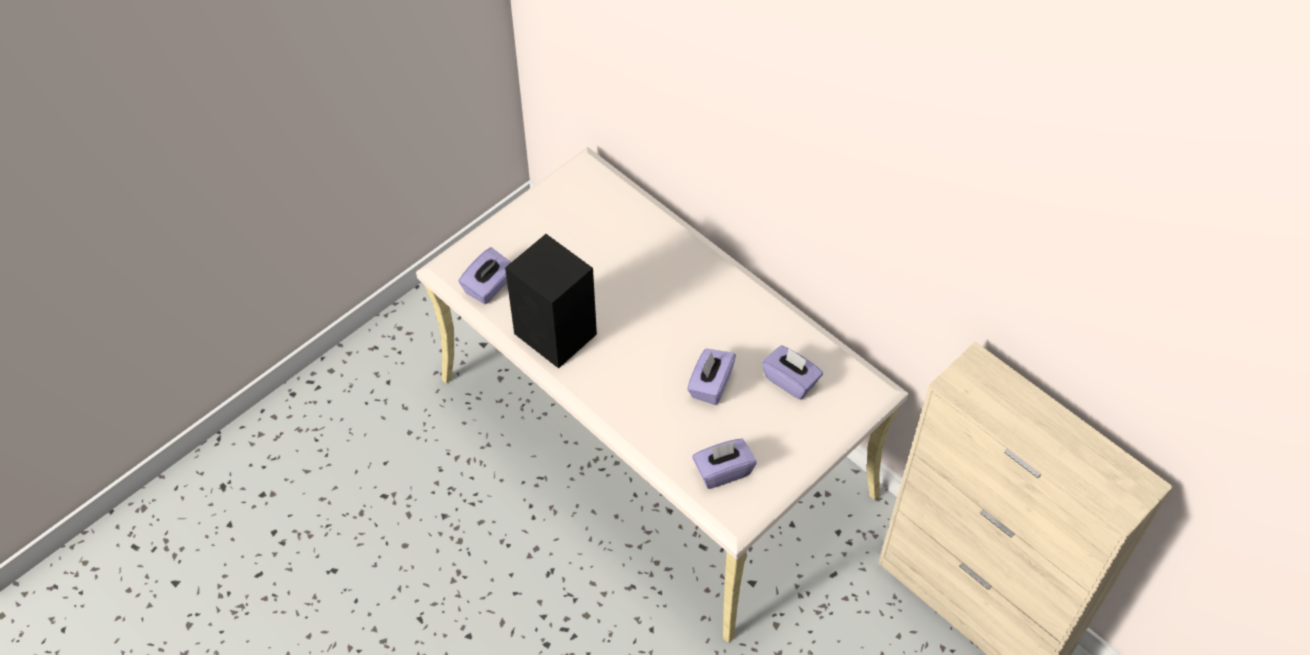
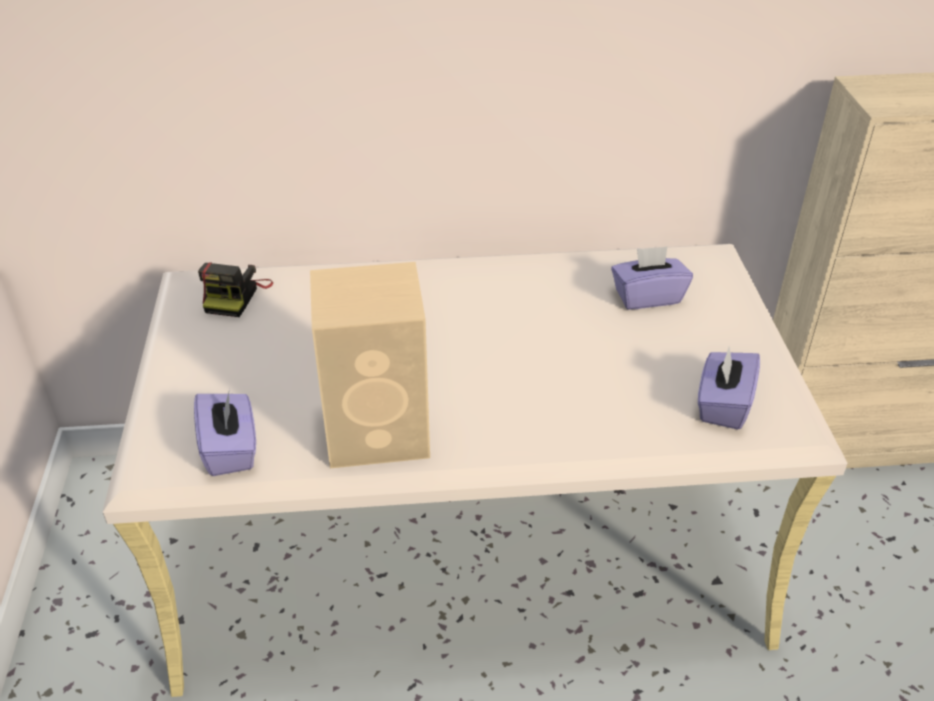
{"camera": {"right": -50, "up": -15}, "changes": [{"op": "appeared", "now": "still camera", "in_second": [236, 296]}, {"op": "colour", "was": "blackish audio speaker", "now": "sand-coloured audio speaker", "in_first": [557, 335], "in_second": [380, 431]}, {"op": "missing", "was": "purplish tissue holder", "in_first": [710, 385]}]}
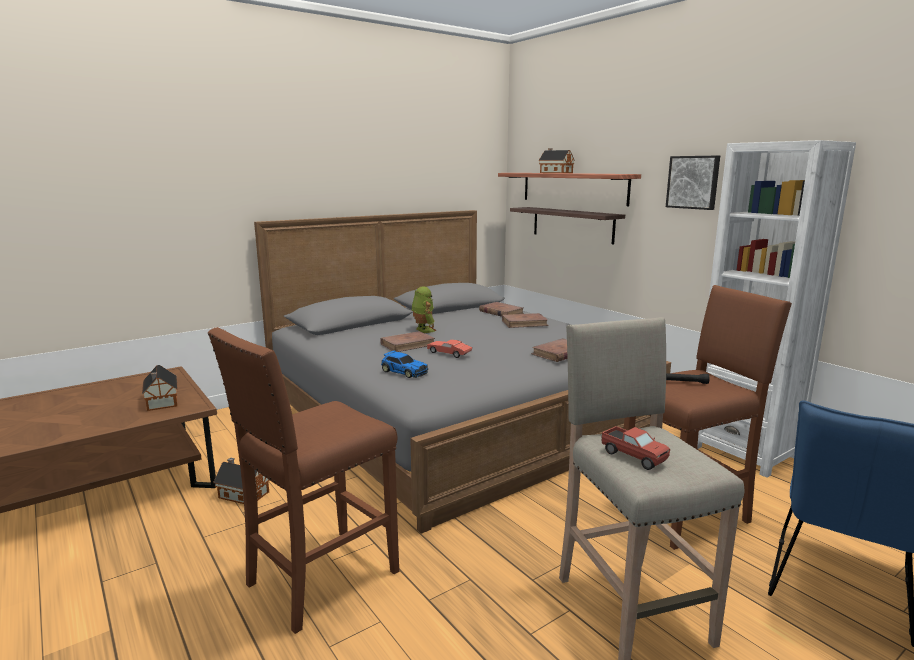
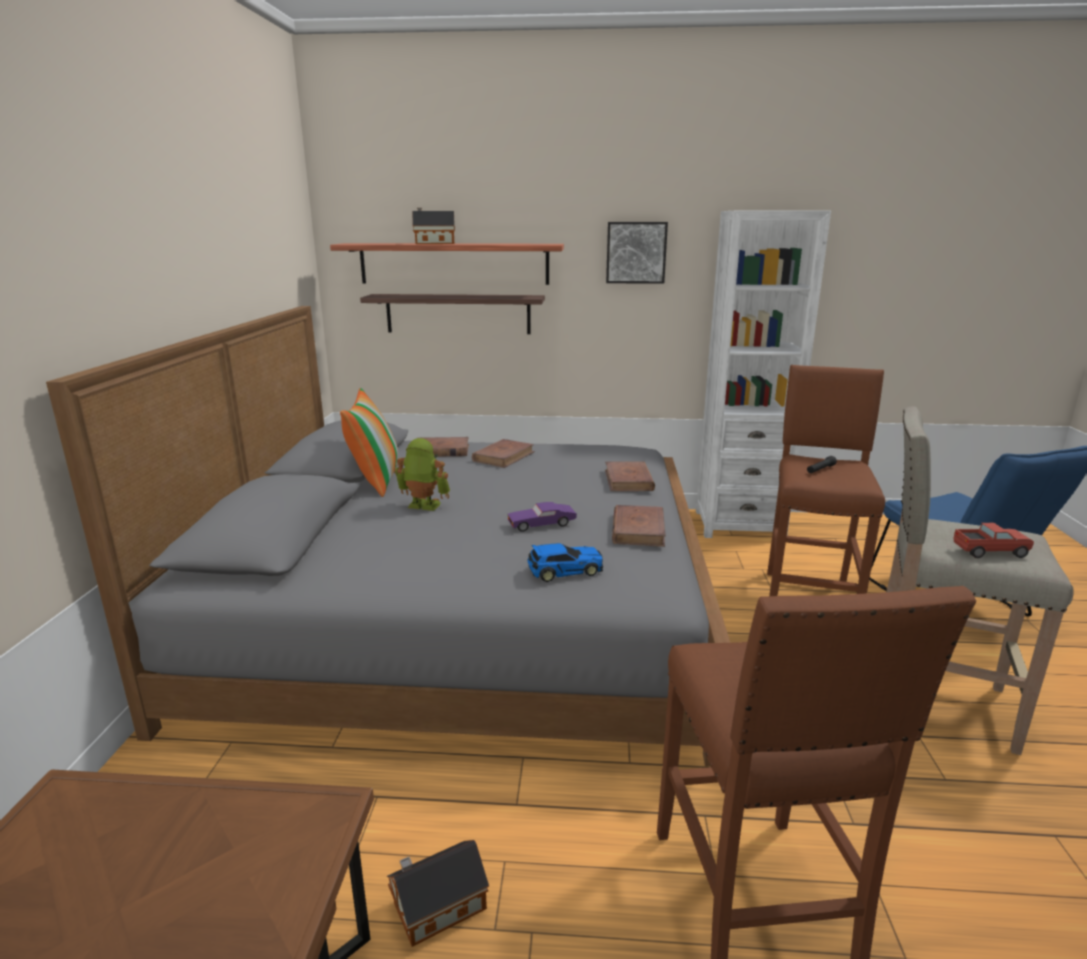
{"camera": {"right": -50, "up": 5}, "changes": [{"op": "appeared", "now": "pillow", "in_second": [375, 480]}, {"op": "colour", "was": "red-coloured miniature car", "now": "purplish miniature car", "in_first": [449, 353], "in_second": [542, 524]}, {"op": "relocated", "was": "brownish book", "in_first": [408, 344], "in_second": [638, 529]}, {"op": "missing", "was": "model house", "in_first": [161, 402]}]}
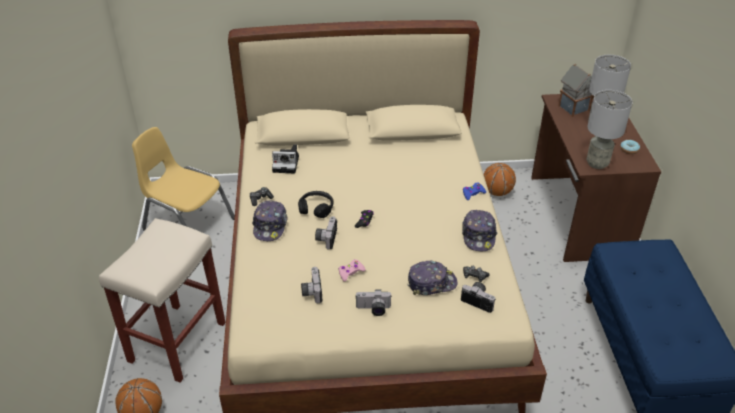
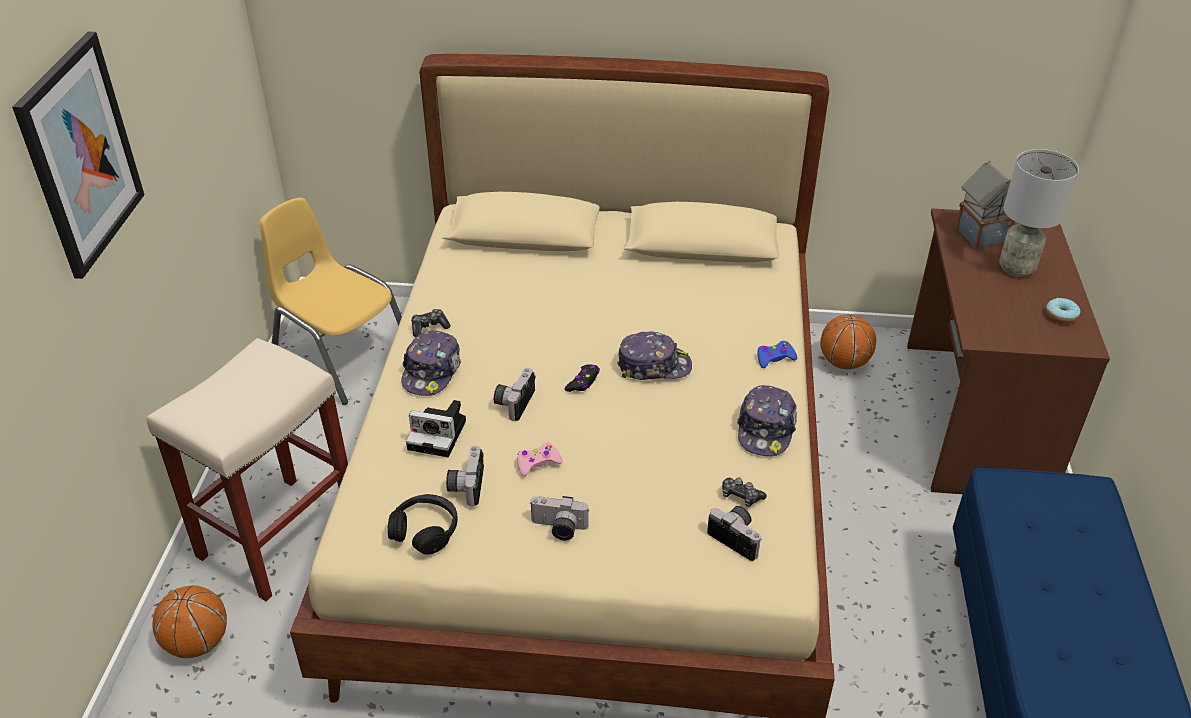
{"camera": {"right": 10, "up": 0}, "changes": [{"op": "appeared", "now": "wall picture", "in_second": [80, 155]}, {"op": "relocated", "was": "blackish pair of headphones", "in_first": [316, 208], "in_second": [425, 530]}, {"op": "relocated", "was": "still camera", "in_first": [287, 164], "in_second": [439, 435]}, {"op": "relocated", "was": "cap", "in_first": [431, 283], "in_second": [653, 365]}, {"op": "missing", "was": "grey lamp for a table", "in_first": [597, 163]}]}
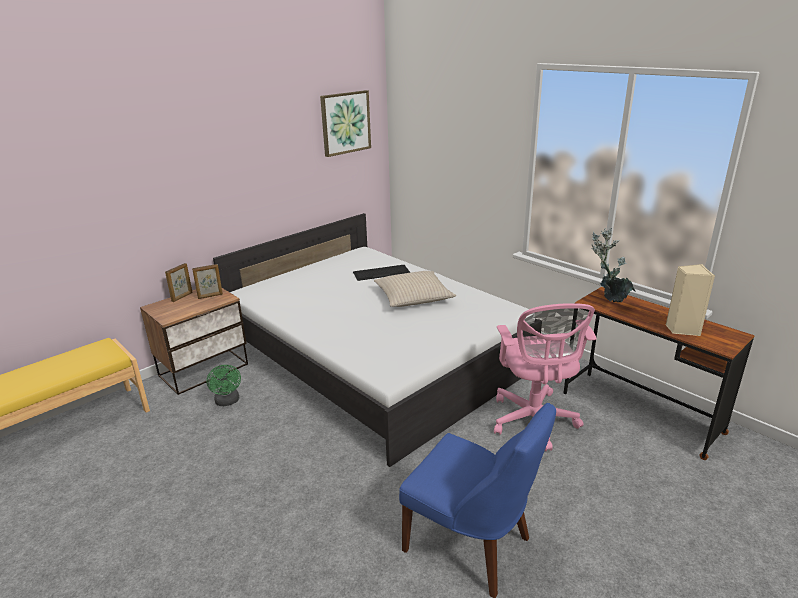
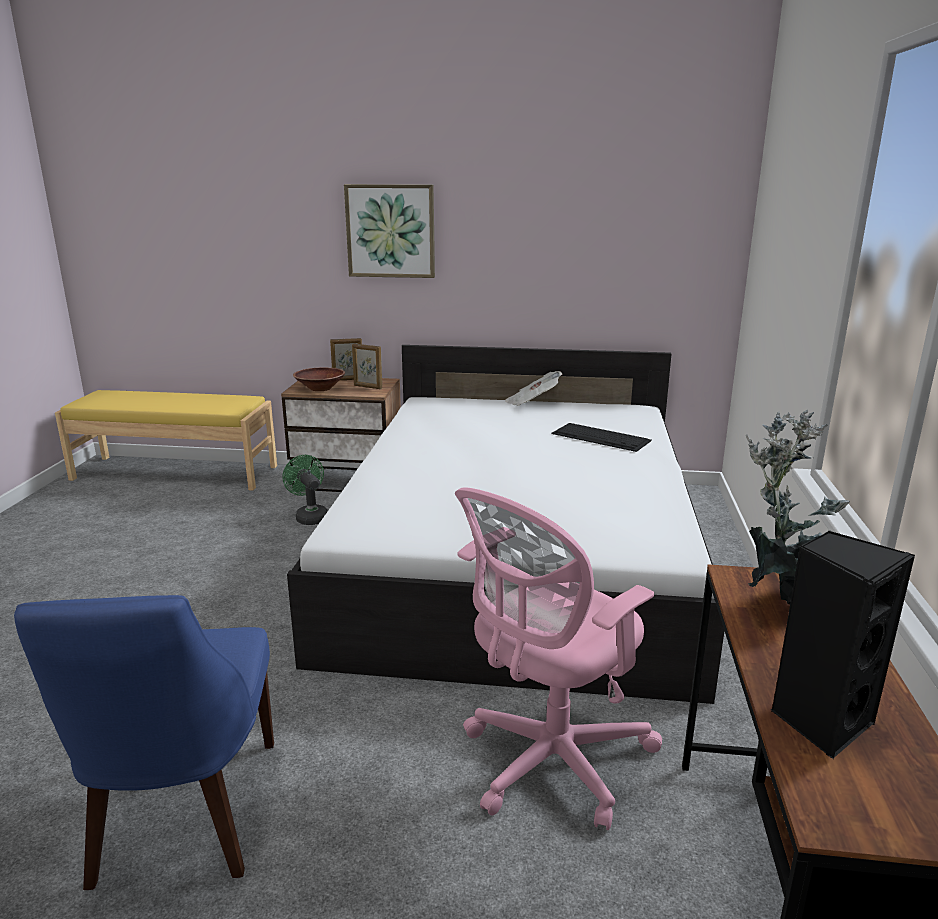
{"camera": {"right": 50, "up": -5}, "changes": [{"op": "spun", "was": "green cooling fan", "in_first": [228, 402], "in_second": [310, 516], "clockwise": 120}, {"op": "appeared", "now": "brownish bowl", "in_second": [320, 388]}, {"op": "relocated", "was": "wall picture", "in_first": [345, 123], "in_second": [390, 231]}, {"op": "appeared", "now": "newspaper", "in_second": [532, 403]}, {"op": "colour", "was": "sand-coloured audio speaker", "now": "blackish audio speaker", "in_first": [682, 329], "in_second": [819, 721]}, {"op": "missing", "was": "sand-coloured pillow", "in_first": [413, 297]}]}
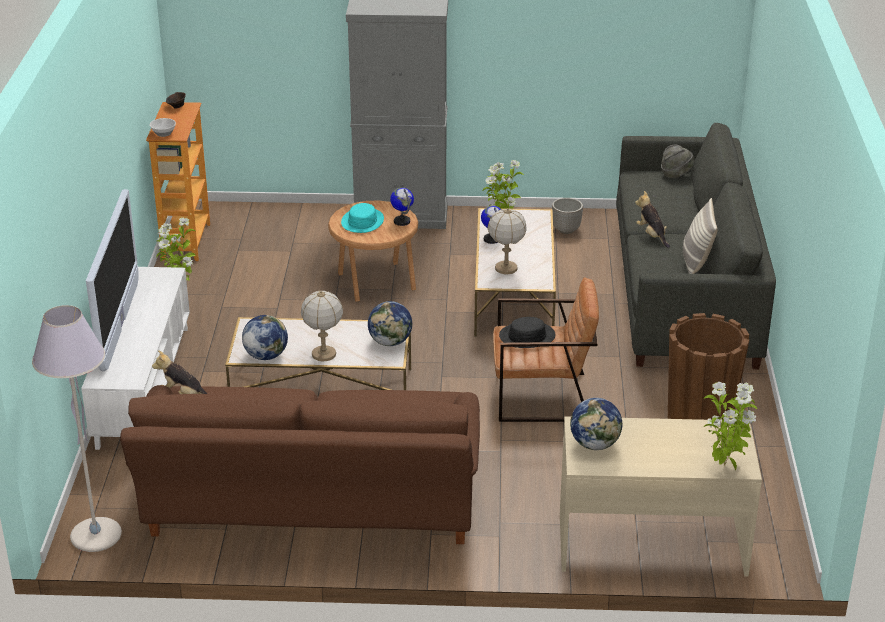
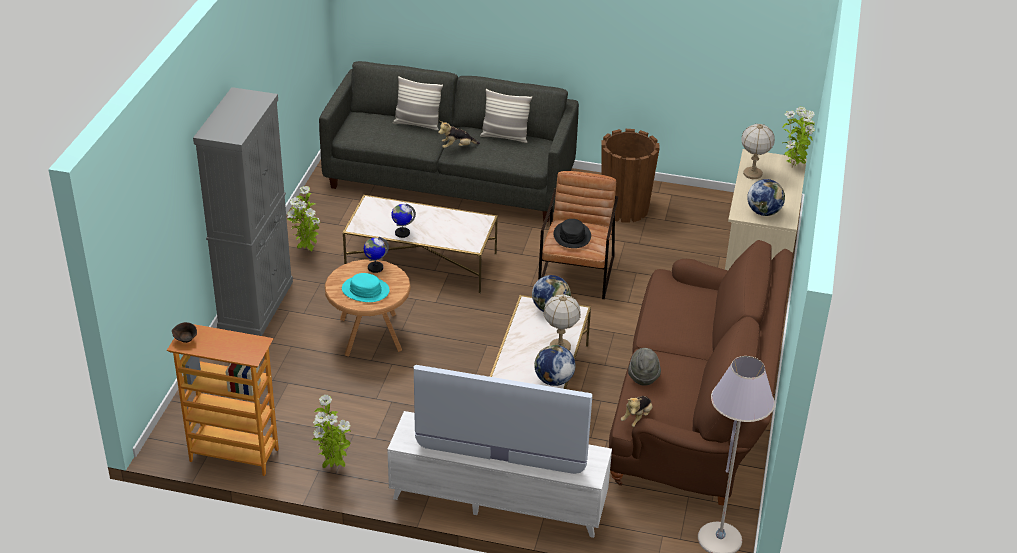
{"camera": {"right": -80, "up": 5}, "changes": [{"op": "appeared", "now": "pillow", "in_second": [417, 124]}, {"op": "relocated", "was": "grey clothing hat", "in_first": [676, 174], "in_second": [643, 376]}, {"op": "relocated", "was": "lamp for a table", "in_first": [506, 268], "in_second": [753, 174]}, {"op": "missing", "was": "bowl", "in_first": [163, 133]}, {"op": "missing", "was": "planter", "in_first": [566, 230]}]}
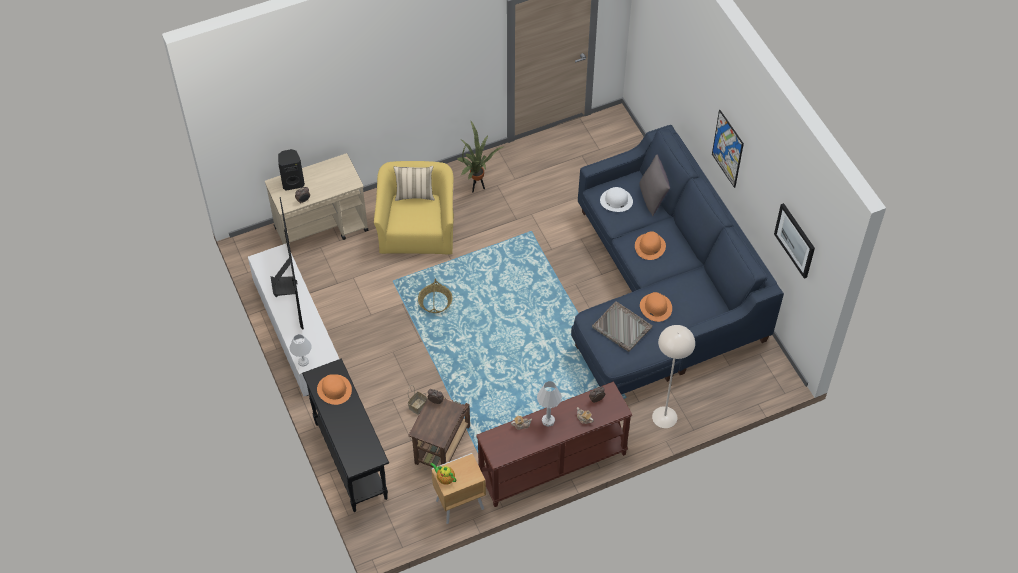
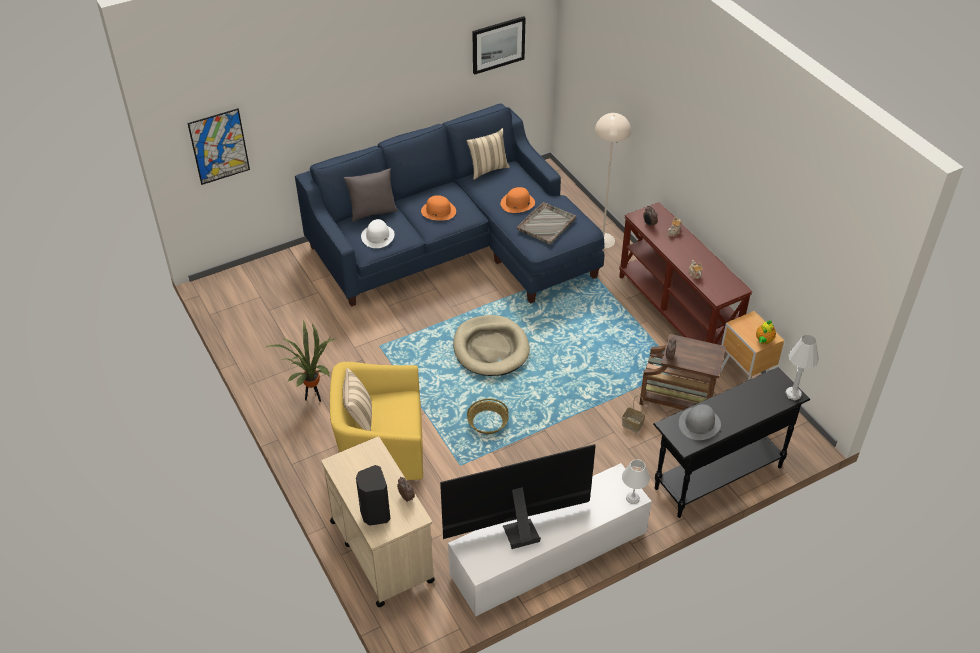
{"camera": {"right": -95, "up": -10}, "changes": [{"op": "relocated", "was": "wall picture", "in_first": [727, 148], "in_second": [219, 146]}, {"op": "appeared", "now": "sand-coloured dog cushion", "in_second": [491, 348]}, {"op": "appeared", "now": "sand-coloured pillow", "in_second": [487, 169]}, {"op": "colour", "was": "orange clothing hat", "now": "grey clothing hat", "in_first": [334, 389], "in_second": [699, 423]}, {"op": "relocated", "was": "whitish lamp for a table", "in_first": [548, 420], "in_second": [793, 394]}]}
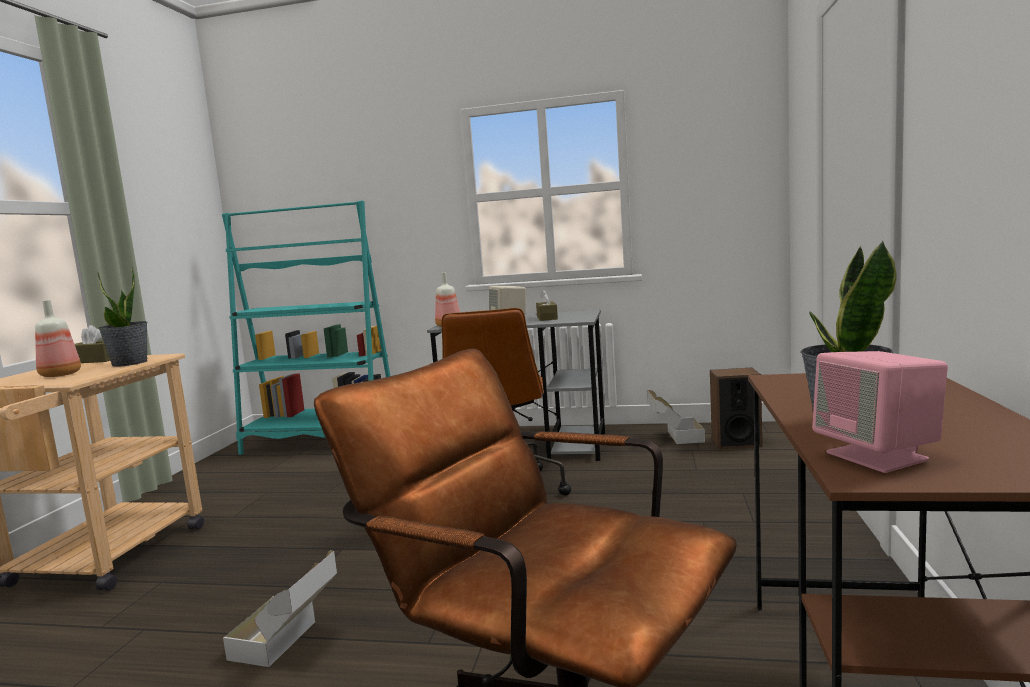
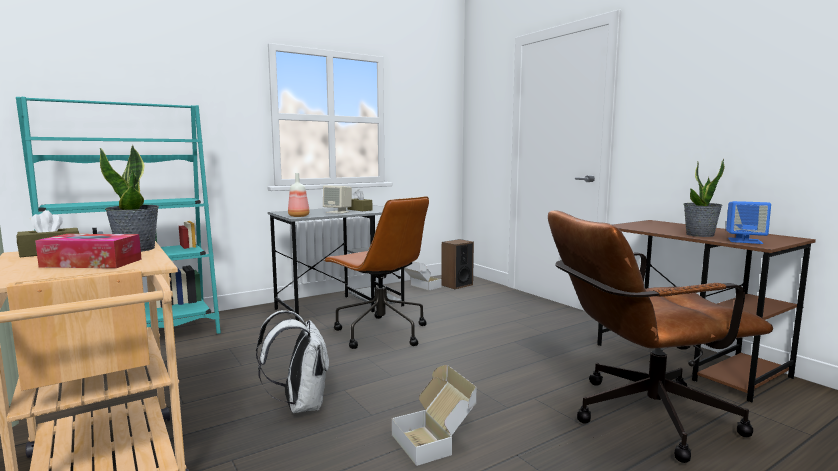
{"camera": {"right": -45, "up": 0}, "changes": [{"op": "exchanged", "was": "beverage bottle", "now": "tissue holder", "in_first": [59, 375], "in_second": [92, 263]}, {"op": "appeared", "now": "whitish rucksack", "in_second": [300, 405]}, {"op": "colour", "was": "pink audio speaker", "now": "blue-coloured audio speaker", "in_first": [878, 456], "in_second": [745, 241]}]}
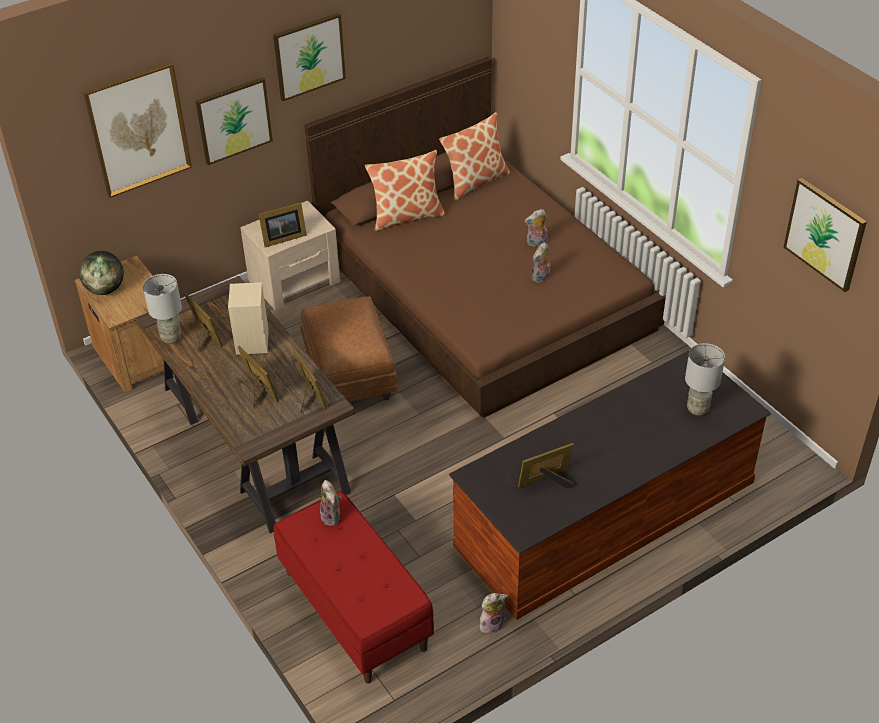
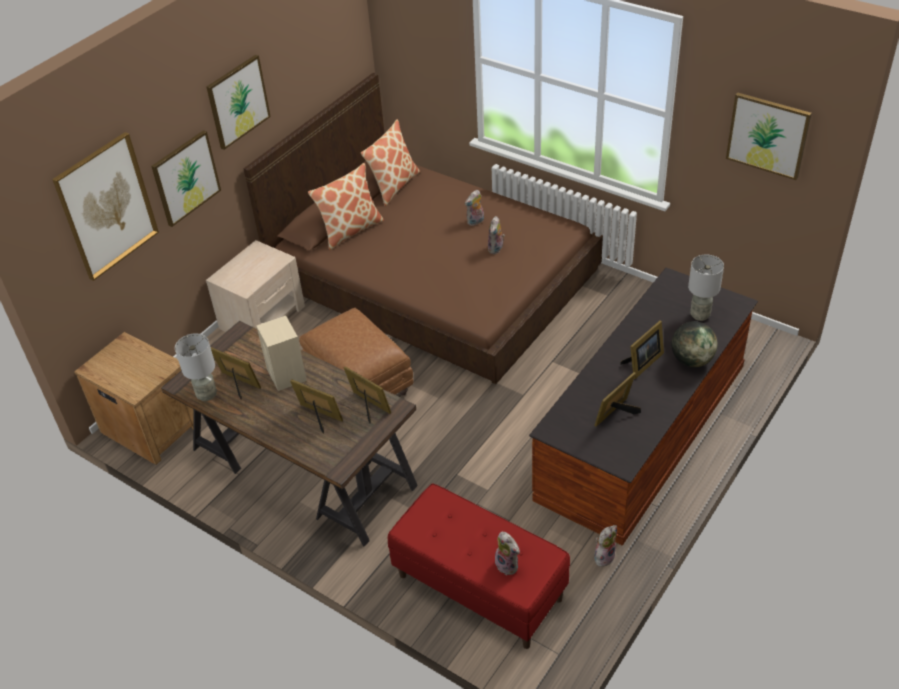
{"camera": {"right": -20, "up": 0}, "changes": [{"op": "relocated", "was": "soft toy", "in_first": [332, 517], "in_second": [508, 565]}, {"op": "relocated", "was": "standing frame", "in_first": [282, 238], "in_second": [642, 363]}, {"op": "relocated", "was": "globe", "in_first": [105, 289], "in_second": [691, 360]}]}
